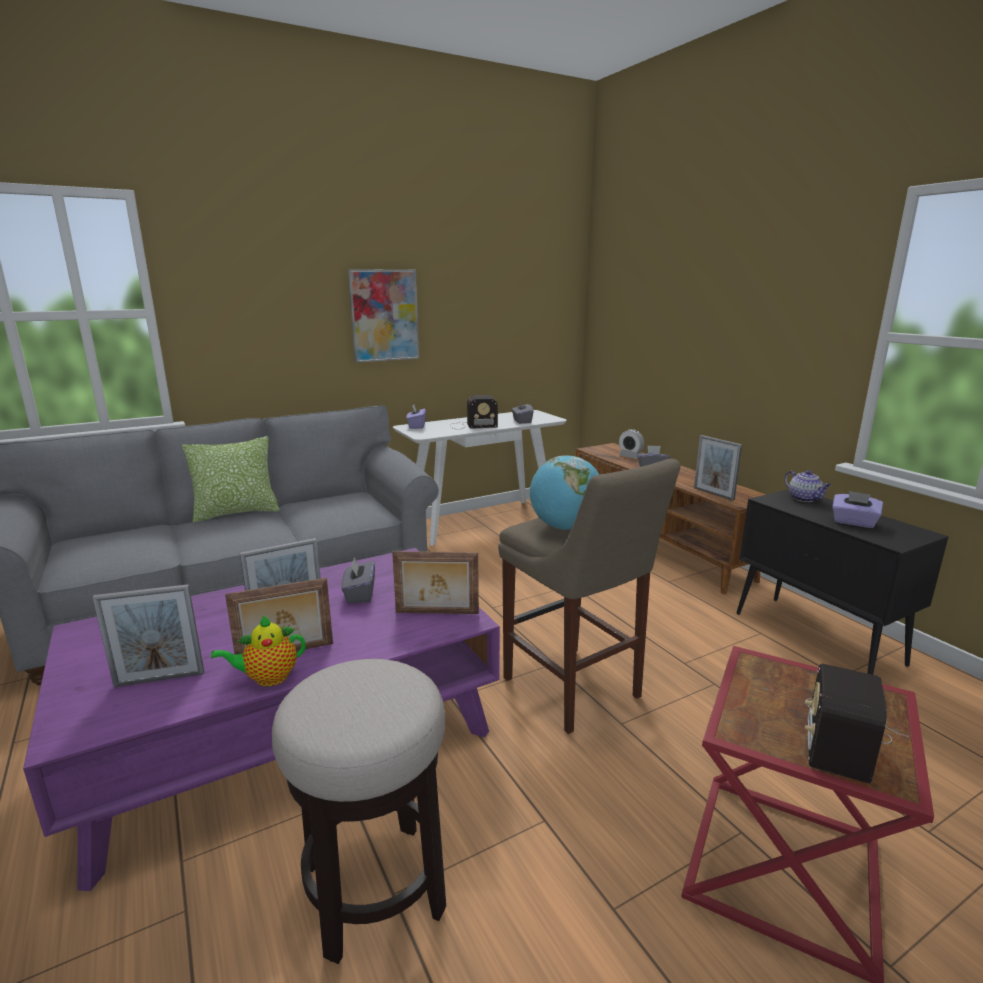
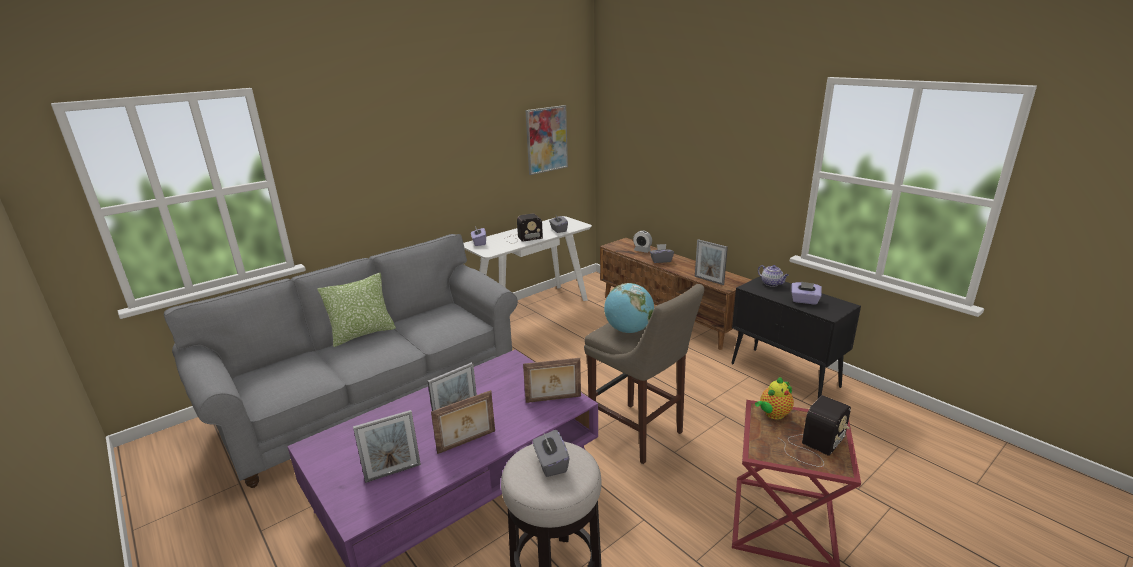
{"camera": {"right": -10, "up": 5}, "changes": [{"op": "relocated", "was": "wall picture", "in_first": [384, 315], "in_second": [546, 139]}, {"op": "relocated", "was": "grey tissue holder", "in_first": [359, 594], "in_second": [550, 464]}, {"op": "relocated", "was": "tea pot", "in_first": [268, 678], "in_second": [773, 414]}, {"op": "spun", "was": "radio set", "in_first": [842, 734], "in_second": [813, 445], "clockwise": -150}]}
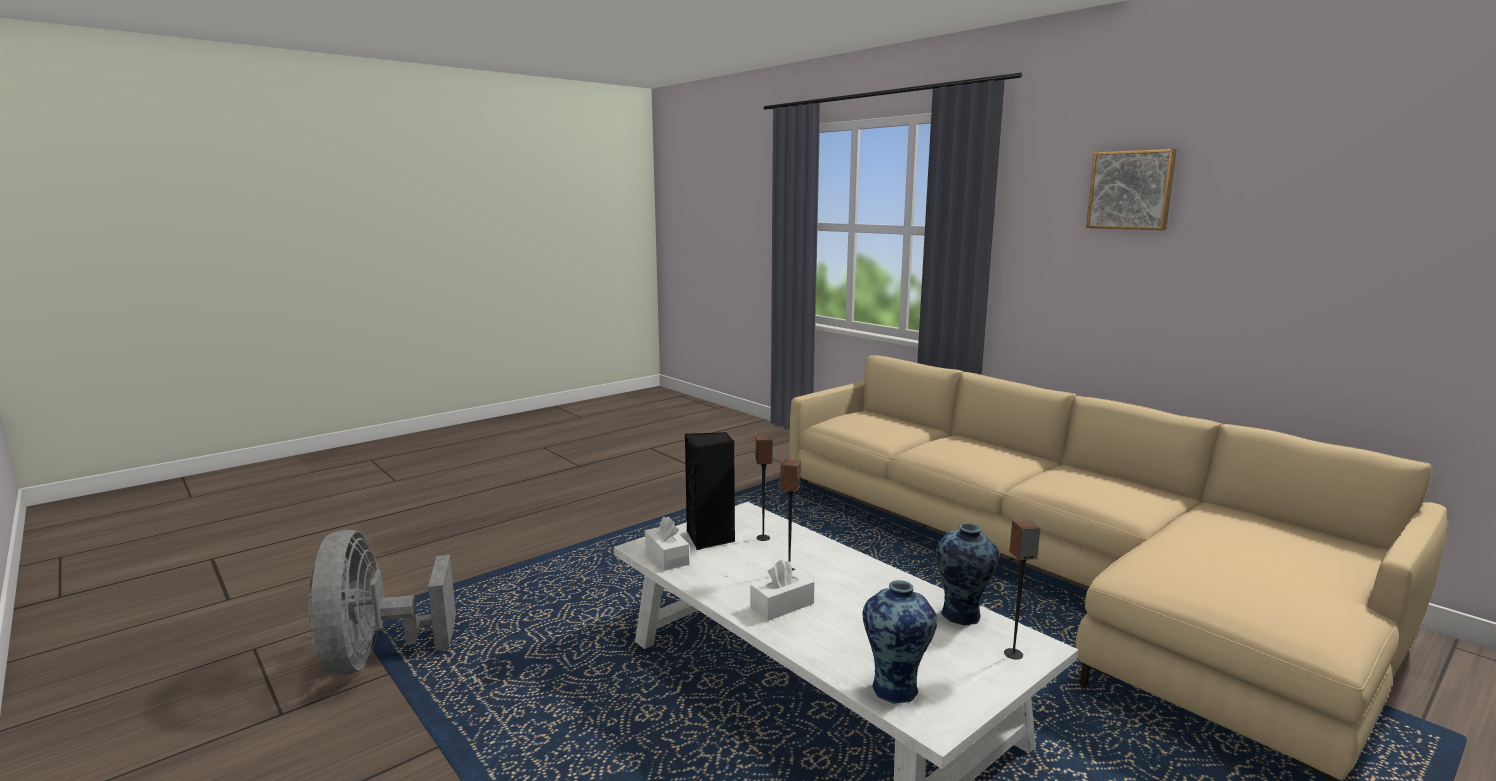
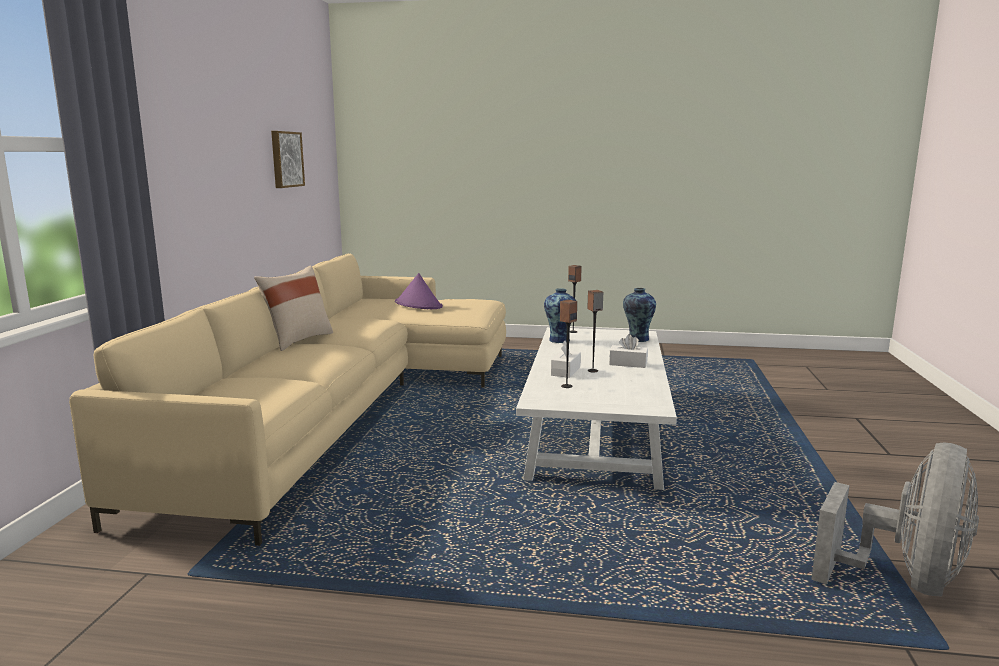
{"camera": {"right": -130, "up": 0}, "changes": [{"op": "appeared", "now": "sand-coloured pillow", "in_second": [297, 340]}, {"op": "relocated", "was": "wall picture", "in_first": [1131, 190], "in_second": [285, 159]}, {"op": "appeared", "now": "purplish clothing hat", "in_second": [418, 305]}, {"op": "relocated", "was": "whitish tissue holder", "in_first": [667, 557], "in_second": [565, 371]}, {"op": "missing", "was": "blackish audio speaker", "in_first": [711, 538]}]}
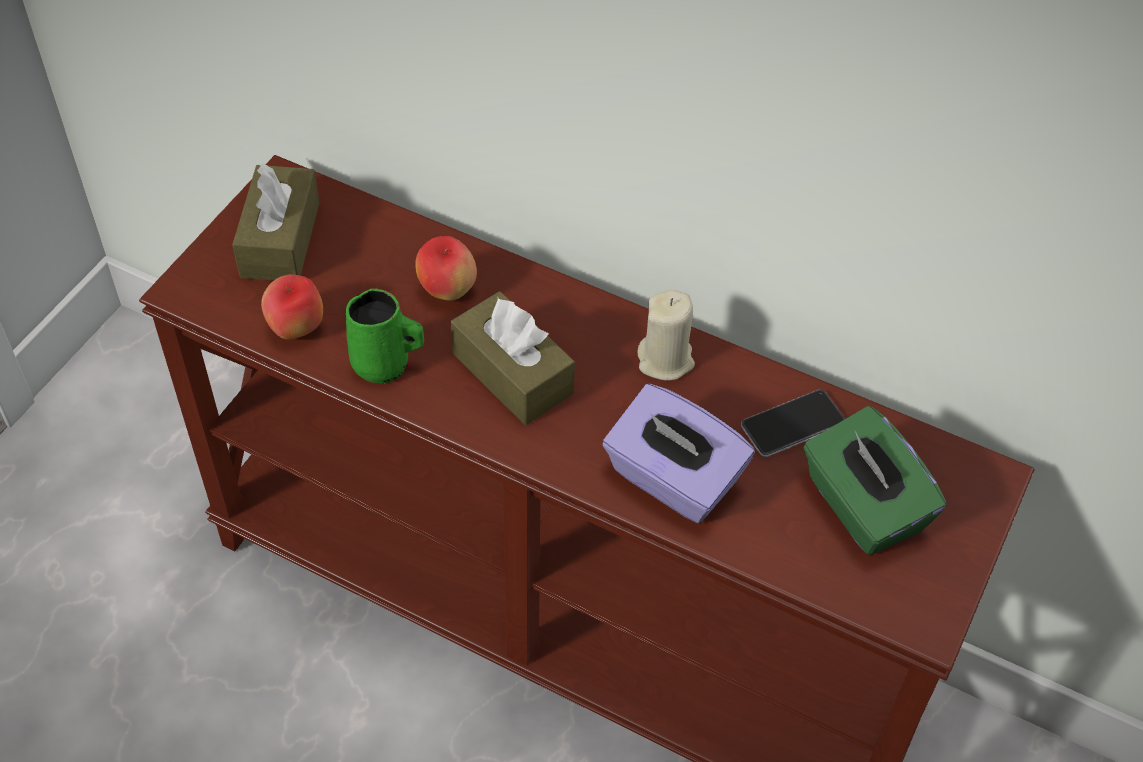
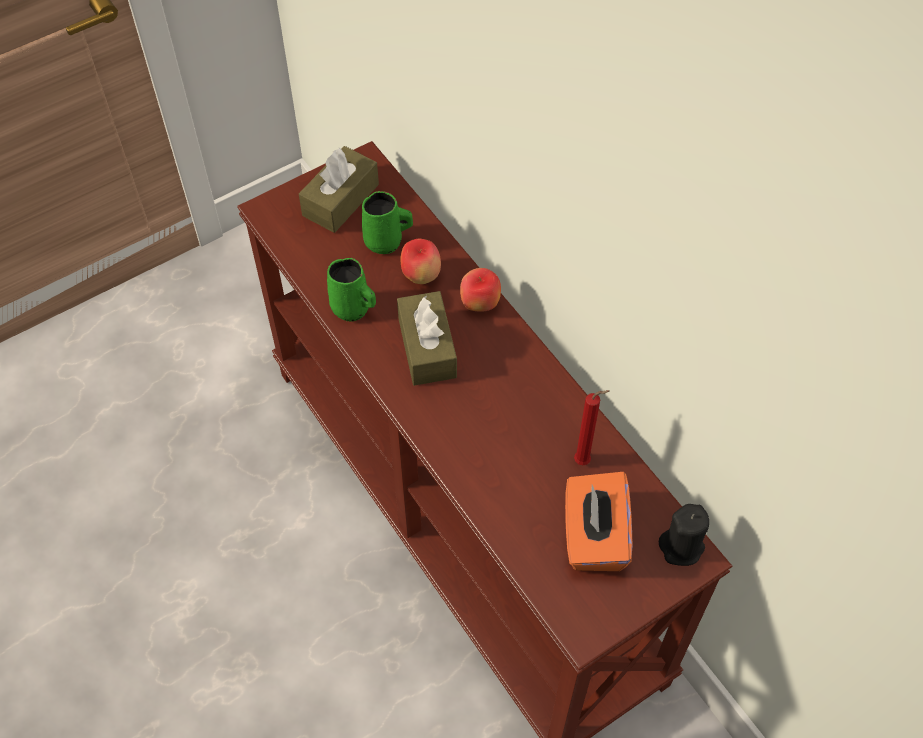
{"camera": {"right": 30, "up": 5}, "changes": [{"op": "appeared", "now": "green tea mug", "in_second": [385, 242]}, {"op": "relocated", "was": "apple", "in_first": [296, 328], "in_second": [480, 304]}, {"op": "colour", "was": "green tissue holder", "now": "orange tissue holder", "in_first": [862, 506], "in_second": [594, 536]}, {"op": "exchanged", "was": "phone", "now": "red-coloured candle", "in_first": [792, 424], "in_second": [584, 461]}, {"op": "appeared", "now": "blackish candle", "in_second": [681, 546]}, {"op": "missing", "was": "purplish tissue holder", "in_first": [672, 479]}, {"op": "missing", "was": "sand-coloured candle", "in_first": [665, 360]}]}
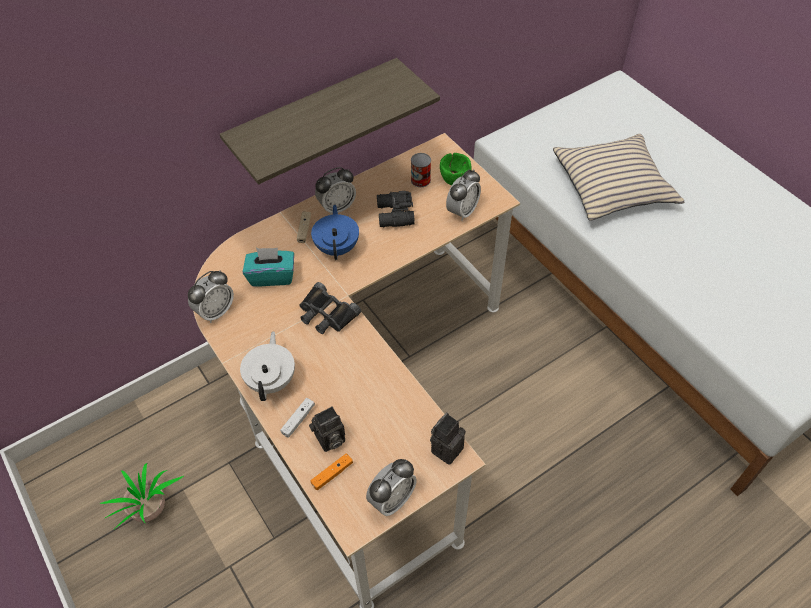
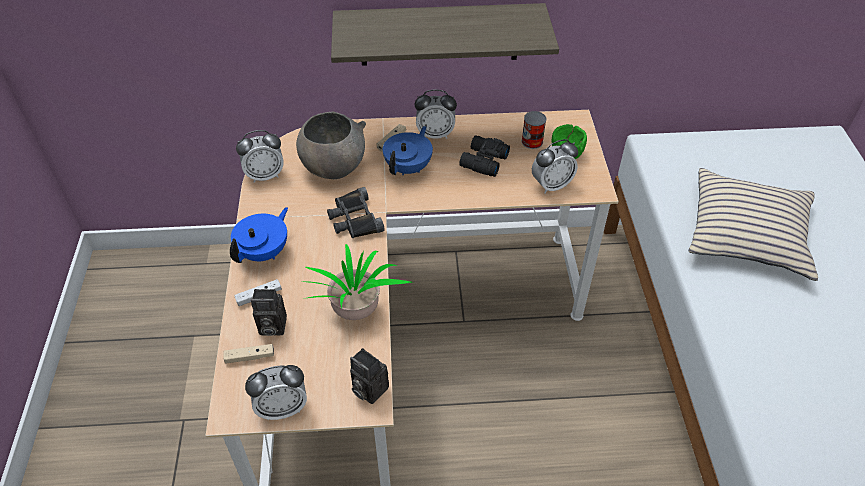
{"camera": {"right": 30, "up": -5}, "changes": [{"op": "colour", "was": "orange game controller", "now": "sand-coloured game controller", "in_first": [332, 474], "in_second": [250, 357]}, {"op": "colour", "was": "whitish tea pot", "now": "blue-coloured tea pot", "in_first": [272, 380], "in_second": [264, 252]}, {"op": "exchanged", "was": "turquoise-coloured tissue holder", "now": "grey bowl", "in_first": [272, 276], "in_second": [333, 167]}, {"op": "relocated", "was": "potted plant", "in_first": [151, 511], "in_second": [356, 313]}, {"op": "spun", "was": "still camera", "in_first": [446, 448], "in_second": [368, 389], "clockwise": -120}]}
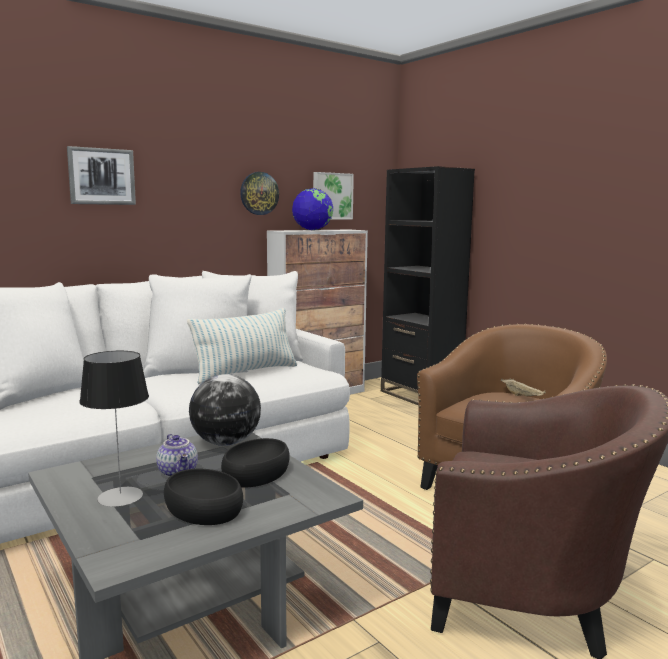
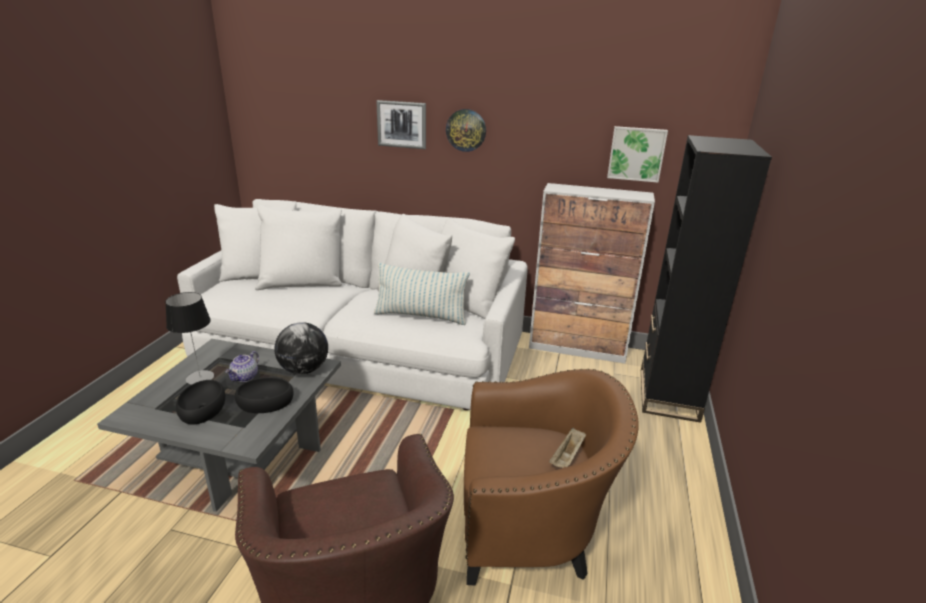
{"camera": {"right": 50, "up": 15}, "changes": [{"op": "relocated", "was": "hanging clock", "in_first": [259, 193], "in_second": [466, 130]}, {"op": "missing", "was": "globe", "in_first": [312, 230]}]}
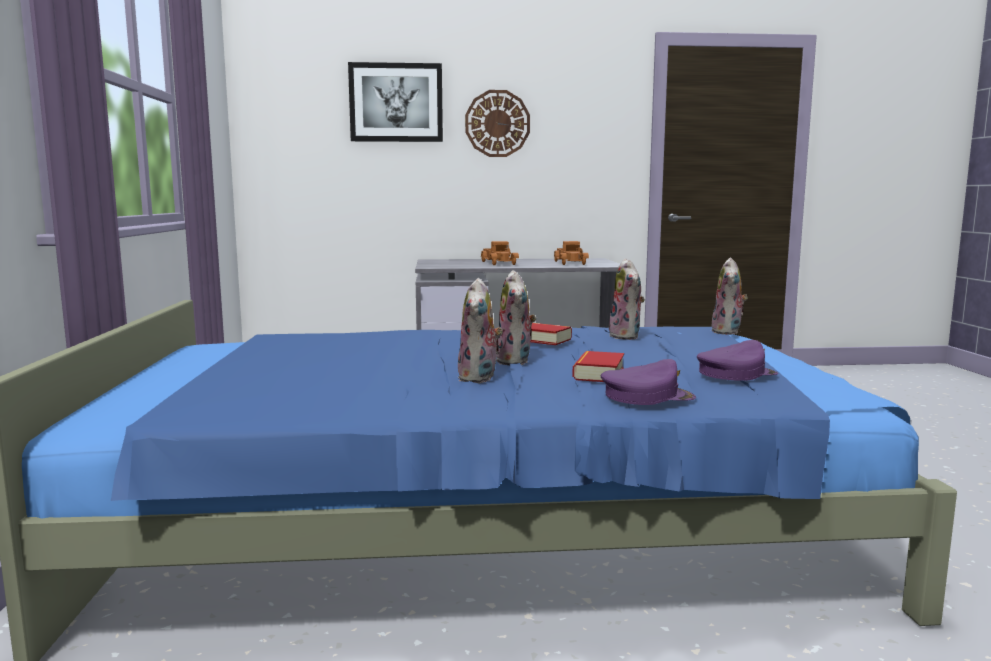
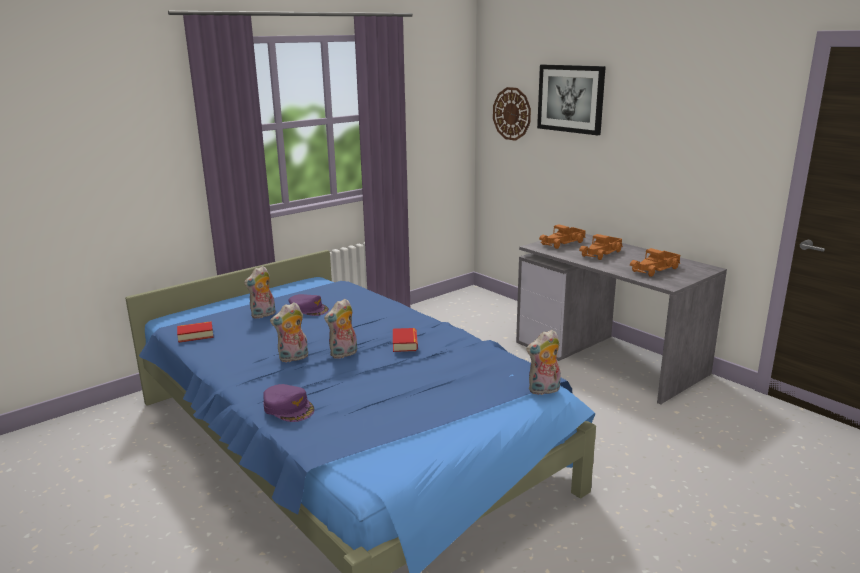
{"camera": {"right": 55, "up": 10}, "changes": [{"op": "relocated", "was": "book", "in_first": [598, 374], "in_second": [195, 335]}, {"op": "relocated", "was": "soft toy", "in_first": [627, 336], "in_second": [263, 315]}, {"op": "relocated", "was": "purplish cap", "in_first": [735, 373], "in_second": [309, 309]}, {"op": "relocated", "was": "hanging clock", "in_first": [497, 123], "in_second": [512, 113]}, {"op": "appeared", "now": "toy lorry", "in_second": [563, 243]}]}
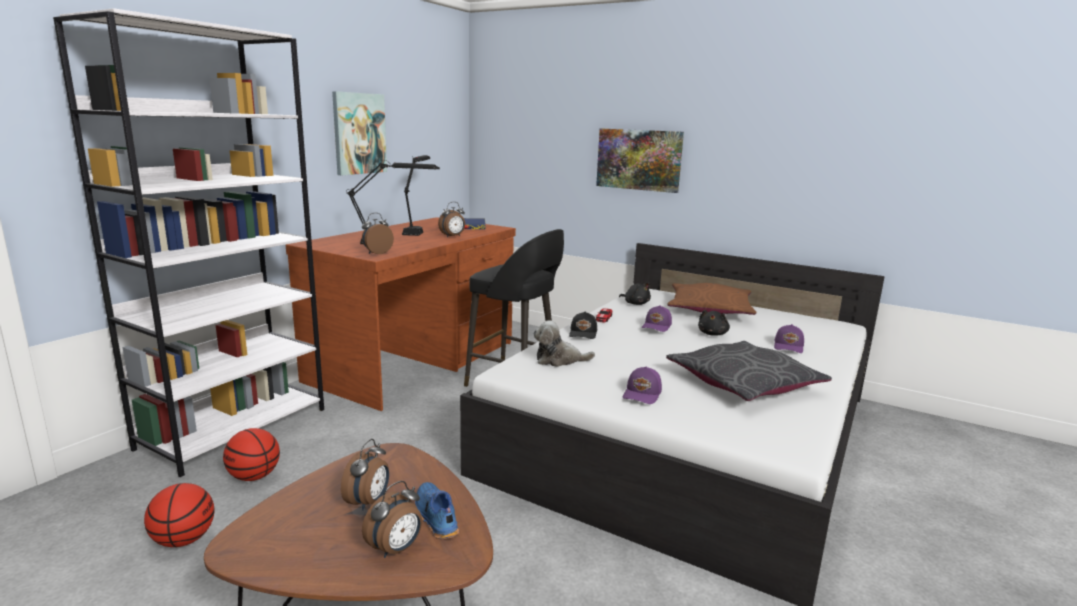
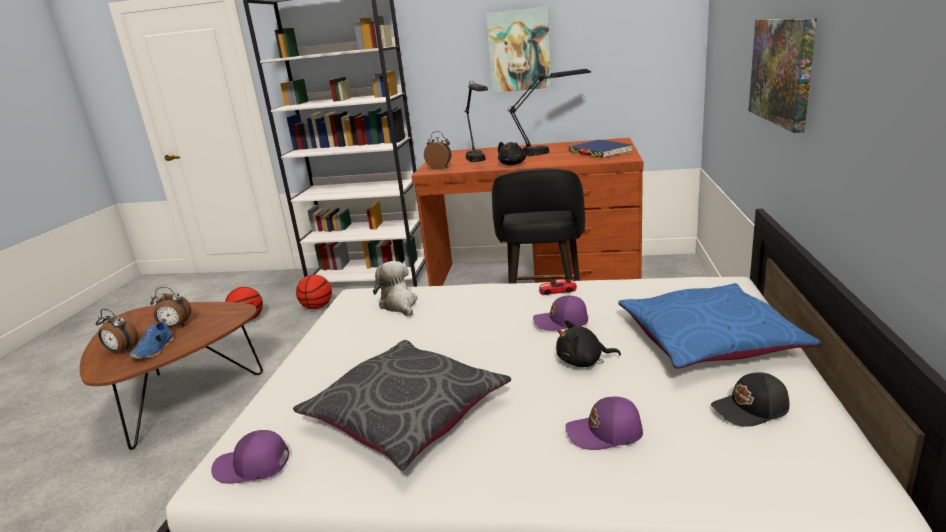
{"camera": {"right": 70, "up": 5}, "changes": [{"op": "spun", "was": "blue-coloured item of footwear", "in_first": [434, 518], "in_second": [155, 350], "clockwise": 150}, {"op": "relocated", "was": "purplish cap", "in_first": [642, 394], "in_second": [253, 467]}, {"op": "relocated", "was": "blackish soft toy", "in_first": [635, 303], "in_second": [513, 164]}, {"op": "colour", "was": "brownish pillow", "now": "blue-coloured pillow", "in_first": [709, 309], "in_second": [708, 340]}, {"op": "relocated", "was": "blackish cap", "in_first": [583, 333], "in_second": [751, 410]}, {"op": "missing", "was": "bedside clock", "in_first": [453, 236]}]}
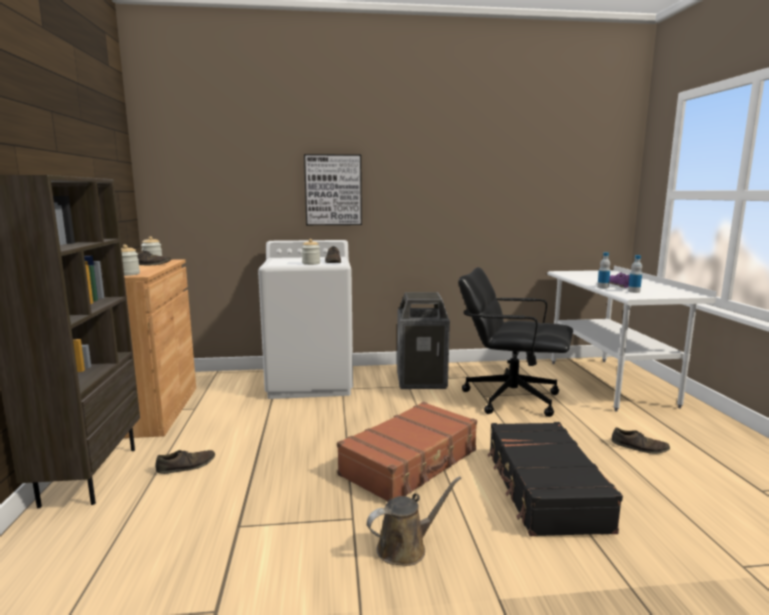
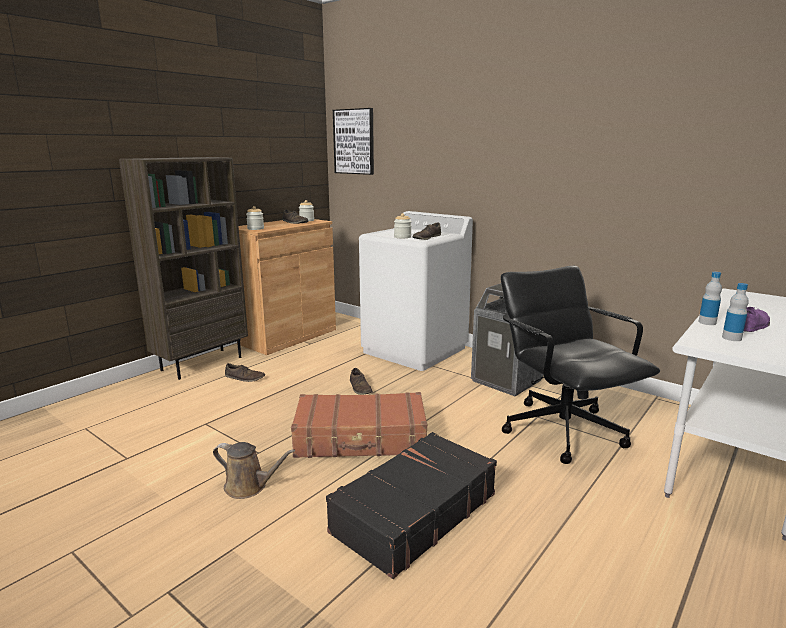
{"camera": {"right": 45, "up": 5}, "changes": [{"op": "relocated", "was": "wall picture", "in_first": [333, 190], "in_second": [354, 141]}, {"op": "relocated", "was": "brownish item of footwear", "in_first": [639, 447], "in_second": [360, 388]}]}
